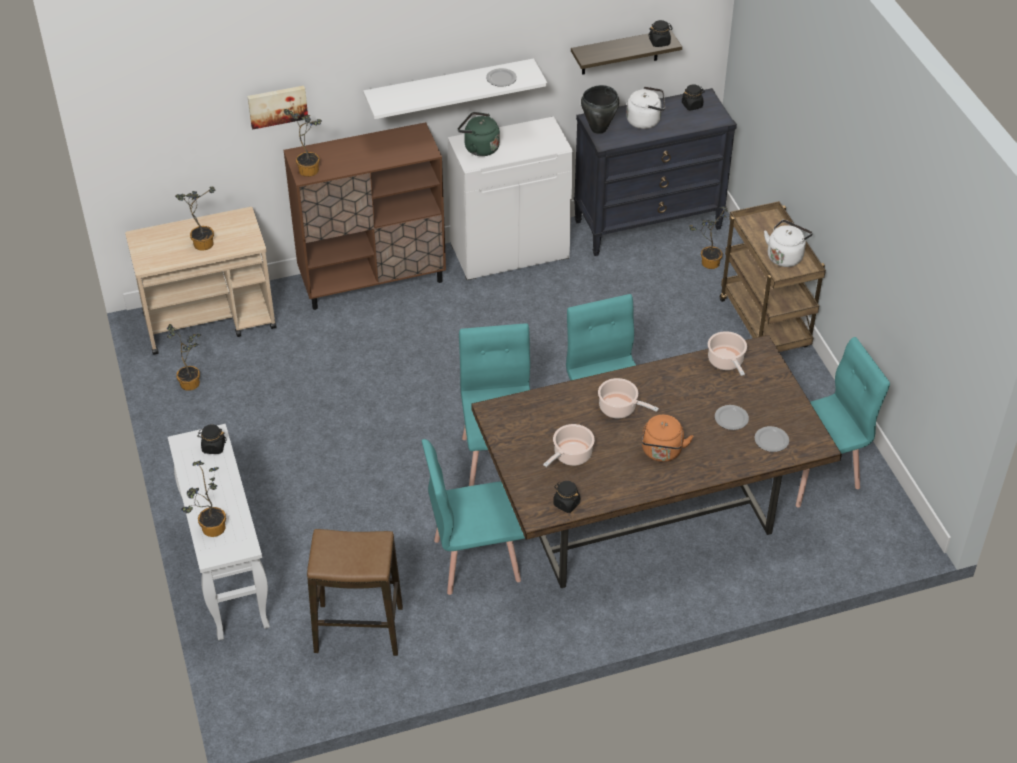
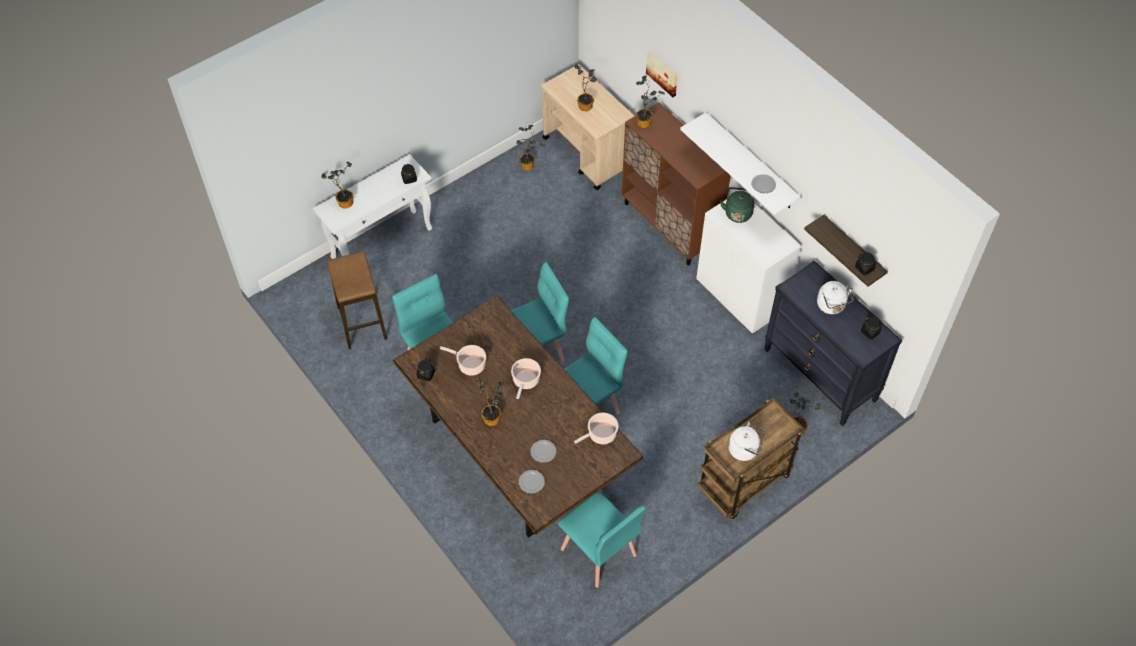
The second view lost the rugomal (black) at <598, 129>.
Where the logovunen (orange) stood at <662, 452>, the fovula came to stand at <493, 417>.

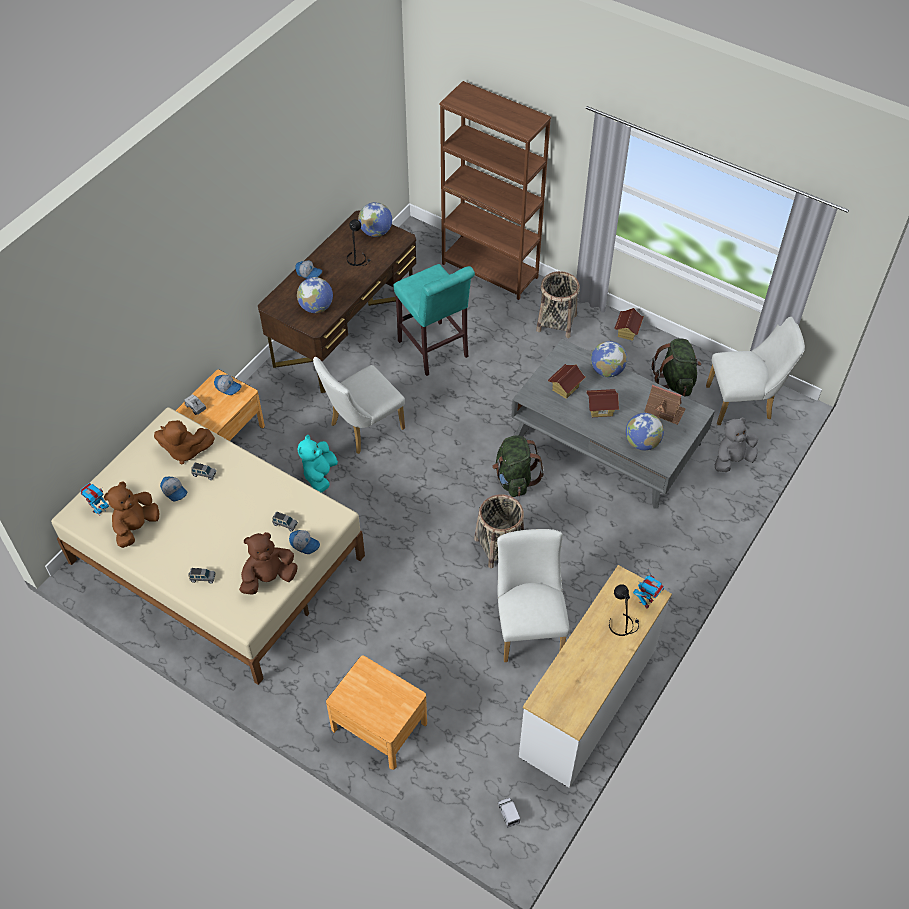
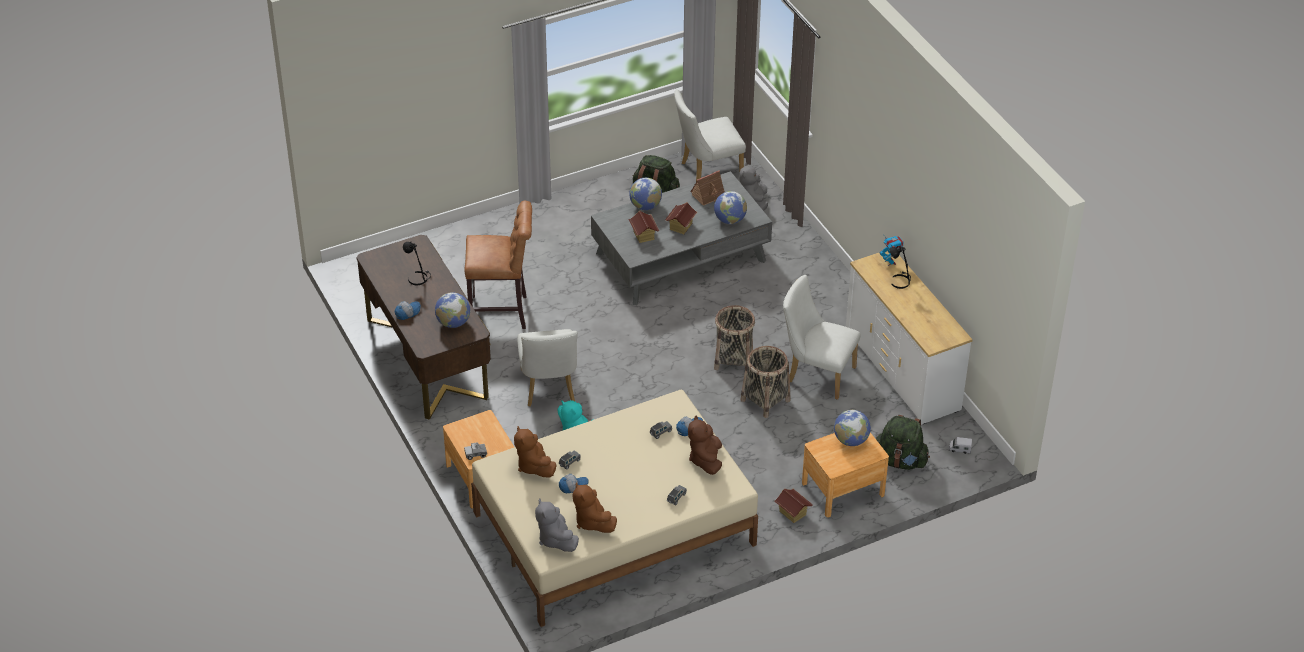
The second view lost the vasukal at <228, 387>.
The second view lost the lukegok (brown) at <490, 270>.
The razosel ended up elsewhere, having gone from <376, 232> to <851, 440>.
The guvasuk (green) ended up elsewhere, having gone from <514, 479> to <900, 461>.
The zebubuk ended up elsewhere, having gone from <556, 323> to <765, 400>.
The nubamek ended up elsewhere, having gone from <627, 332> to <792, 513>.
Where the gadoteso stood at <99, 510>, the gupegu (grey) came to stand at <555, 539>.
What was the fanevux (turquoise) at <435, 351> turned into the fanevux (brown) at <502, 313>.
The gupegu (brown) at <185, 451> ended up facing another way, 120 degrees clockwise from before.
The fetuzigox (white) at <744, 403> ended up facing another way, 135 degrees counterclockwise from before.

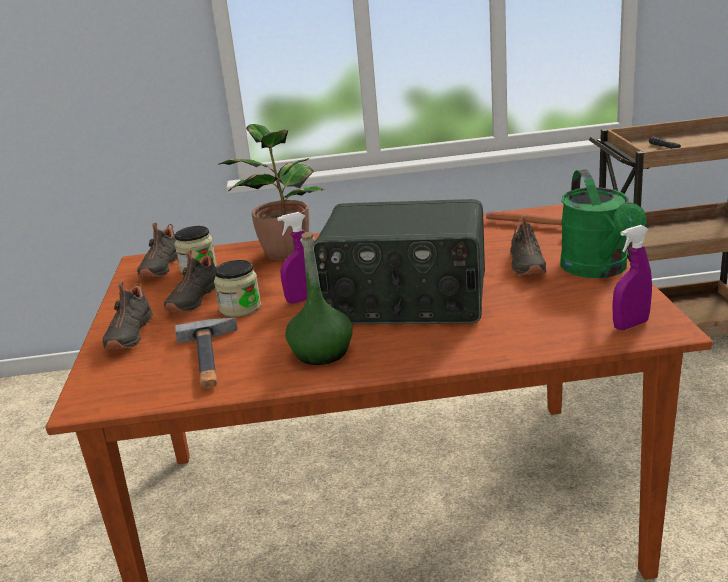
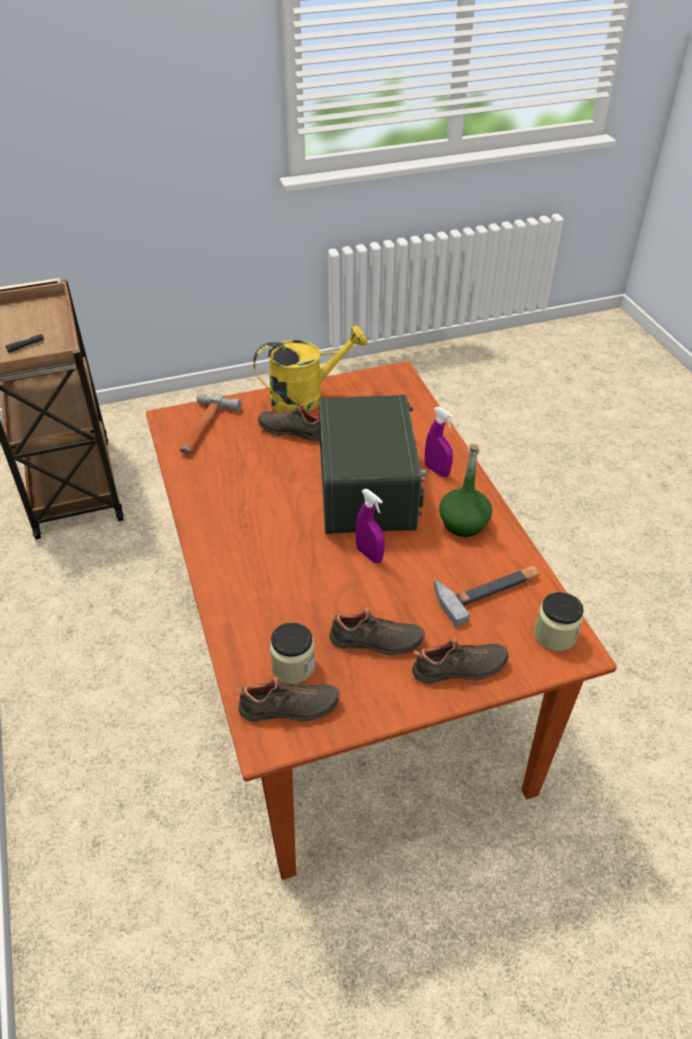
The second view lost the fovula at <284, 252>.
The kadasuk ended up elsewhere, having gone from <240, 308> to <555, 635>.
The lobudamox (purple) ended up elsewhere, having gone from <630, 325> to <437, 470>.
What was the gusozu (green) at <599, 270> turned into the gusozu (yellow) at <306, 396>.
The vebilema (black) at <525, 264> ended up facing another way, 150 degrees counterclockwise from before.

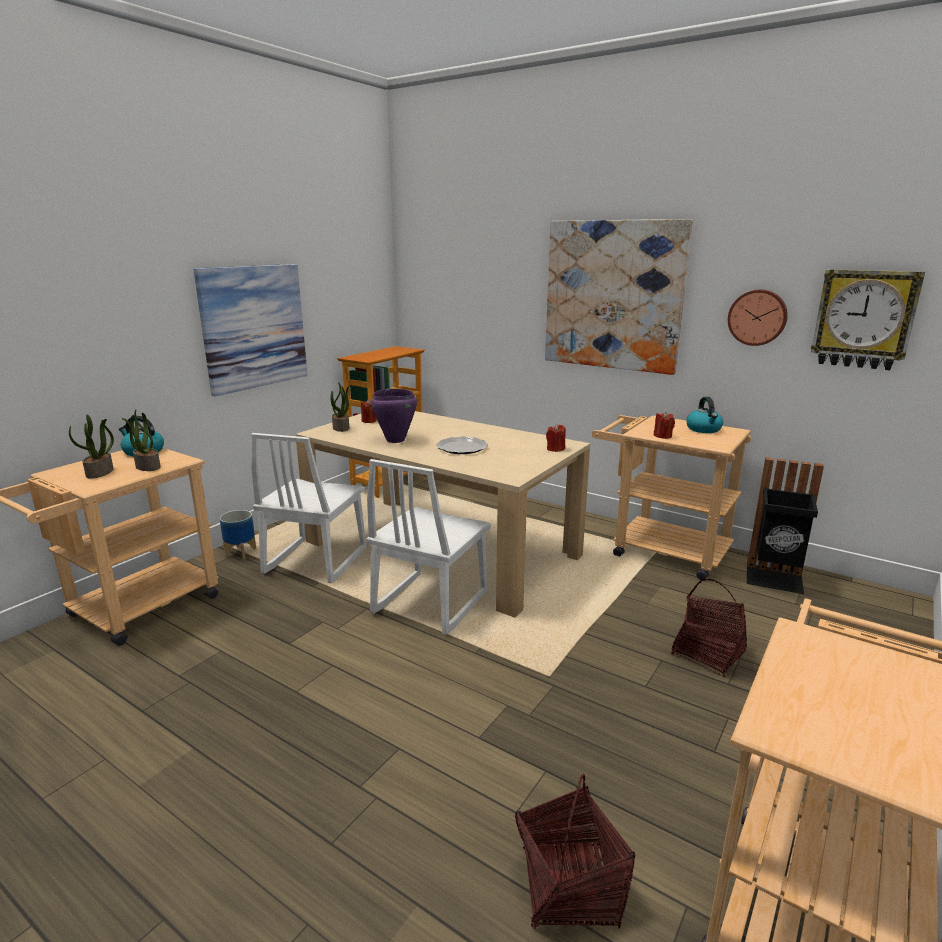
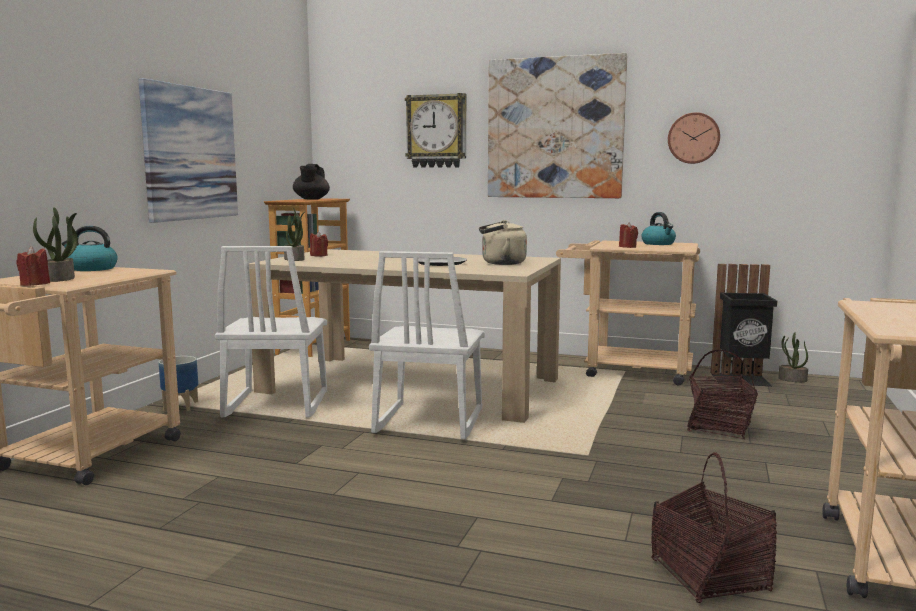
The second view lost the rugomal (purple) at <395, 440>.
The second view gained the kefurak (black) at <311, 199>.
The second view gained the logovunen (beige) at <500, 263>.
The fovula ended up elsewhere, having gone from <147, 466> to <792, 379>.
The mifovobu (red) ended up elsewhere, having gone from <555, 449> to <35, 284>.
The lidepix ended up elsewhere, having gone from <864, 319> to <437, 131>.

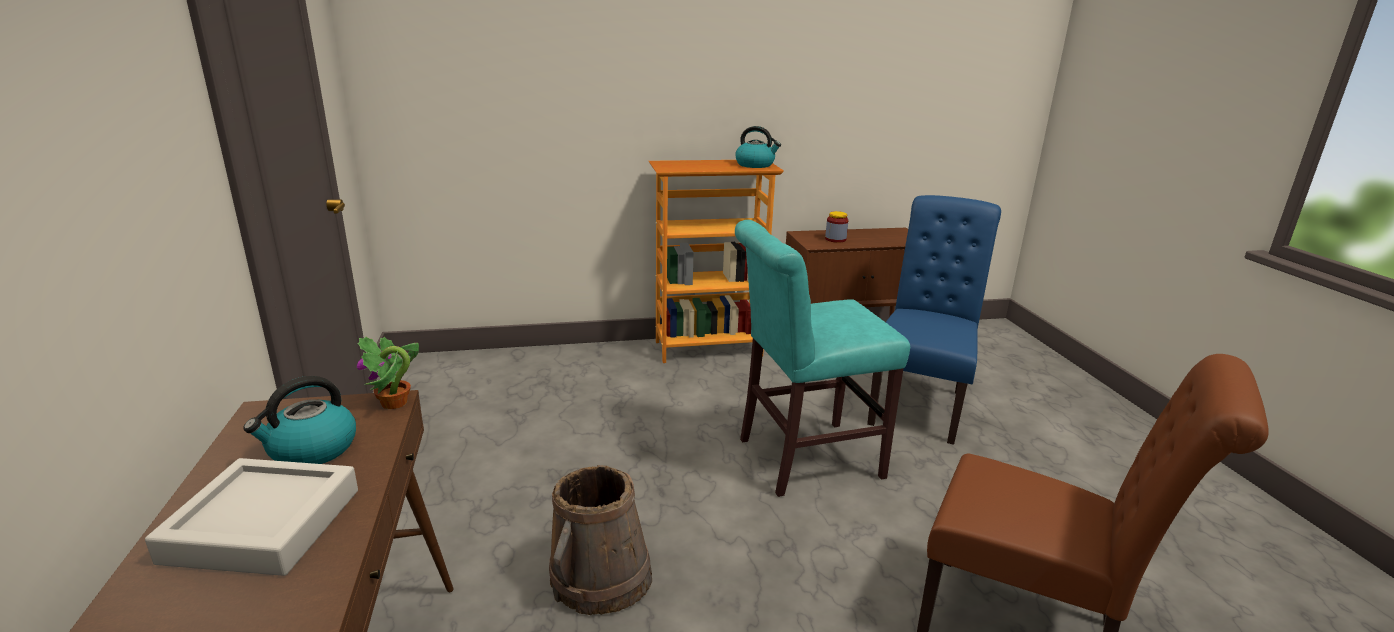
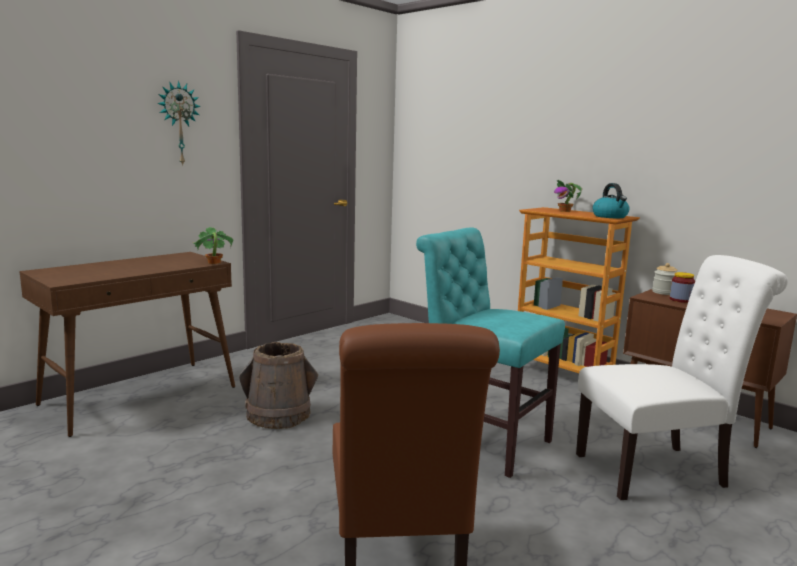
The second view lost the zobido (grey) at <263, 525>.
The second view lost the logovunen at <311, 450>.
The second view gained the lidepix at <178, 124>.
The second view gained the fovula at <565, 211>.
The second view gained the kadasuk at <663, 292>.
What was the fetuzigox (blue) at <919, 404> turned into the fetuzigox (white) at <658, 470>.

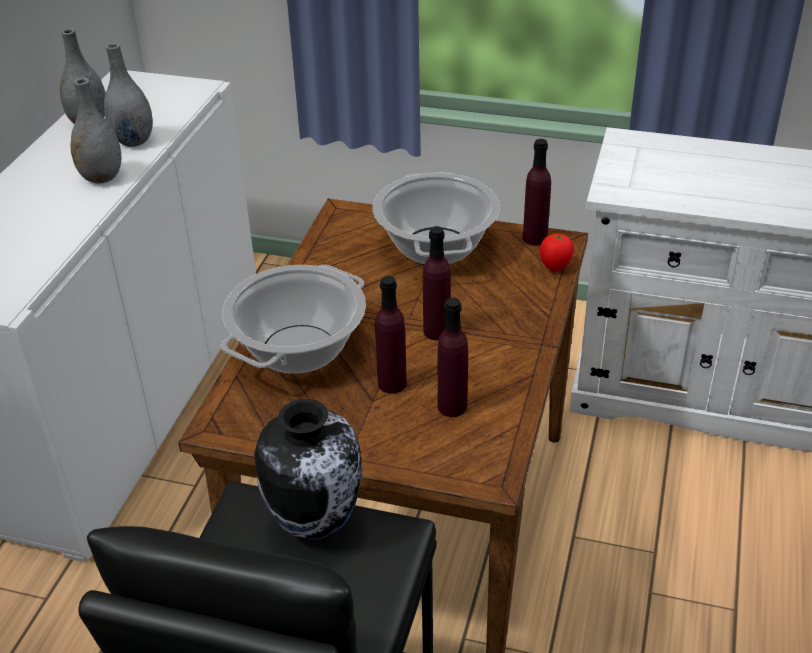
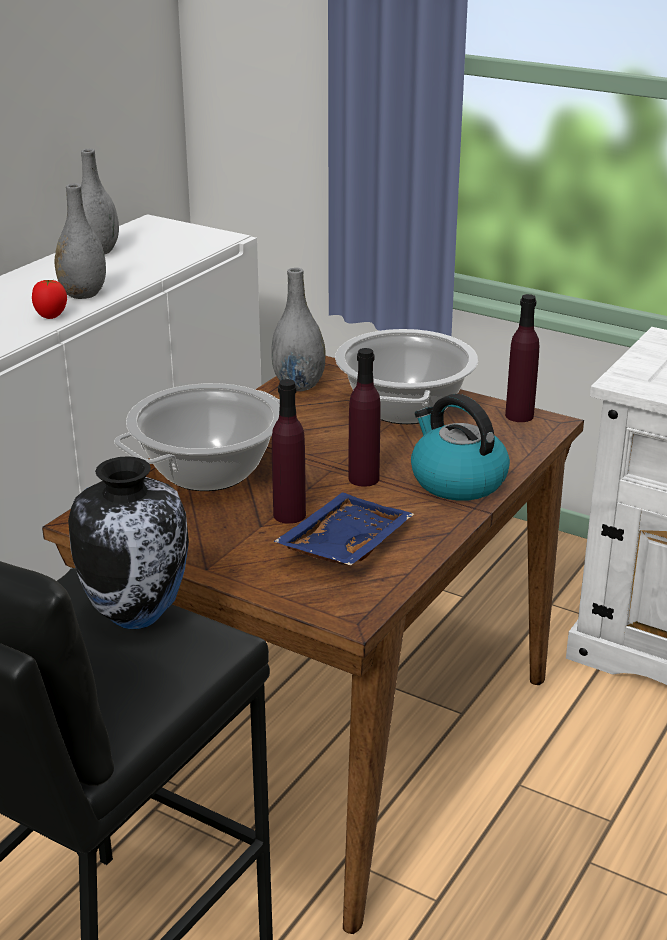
The second view gained the logovunen at <456, 481>.
The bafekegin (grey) ended up elsewhere, having gone from <133, 140> to <298, 385>.
The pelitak ended up elsewhere, having gone from <555, 267> to <51, 316>.
Where the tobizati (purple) stood at <452, 406>, the zobido (blue) came to stand at <343, 545>.

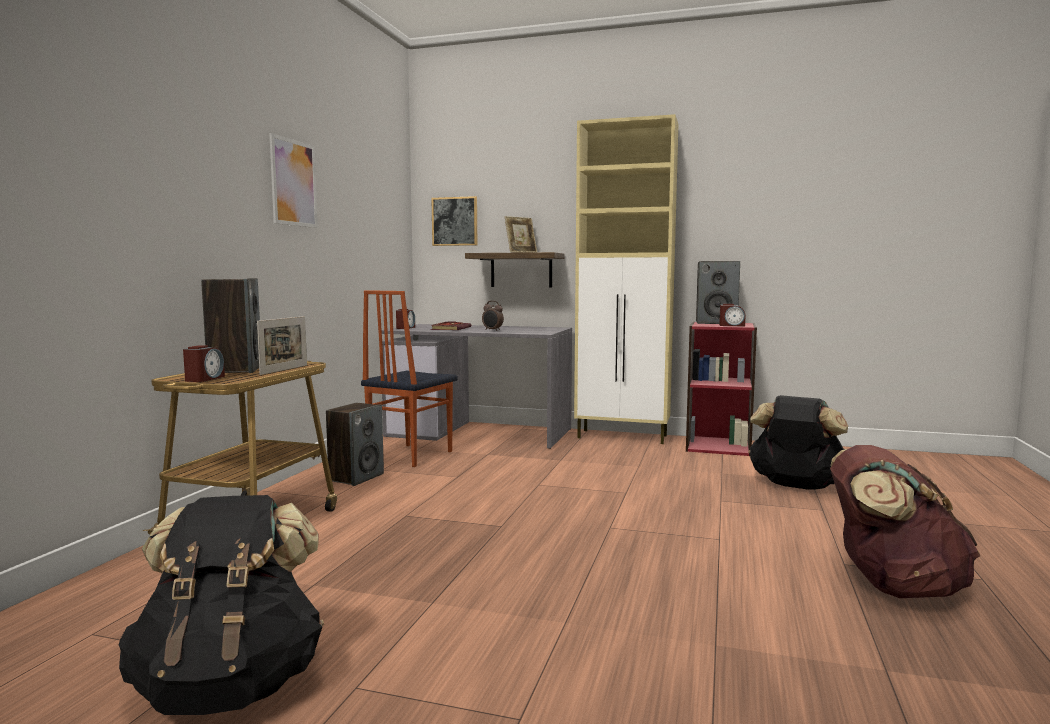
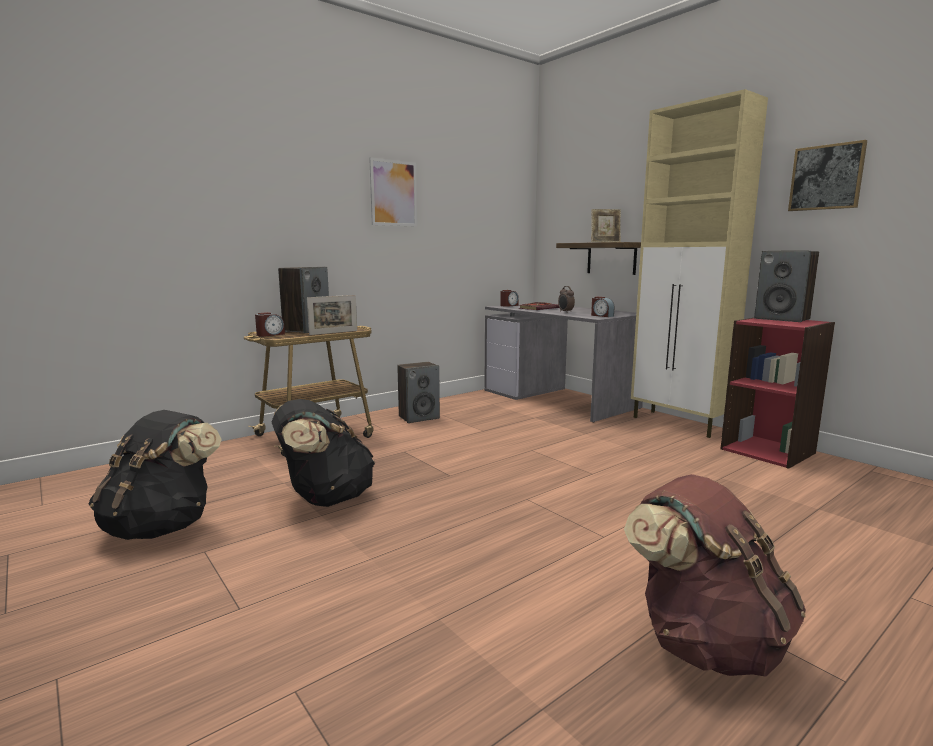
The second view lost the fetuzigox at <409, 455>.
The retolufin ended up elsewhere, having gone from <455, 221> to <826, 177>.
The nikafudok ended up elsewhere, having gone from <731, 325> to <601, 316>.
The guvasuk (black) ended up elsewhere, having gone from <796, 486> to <325, 498>.

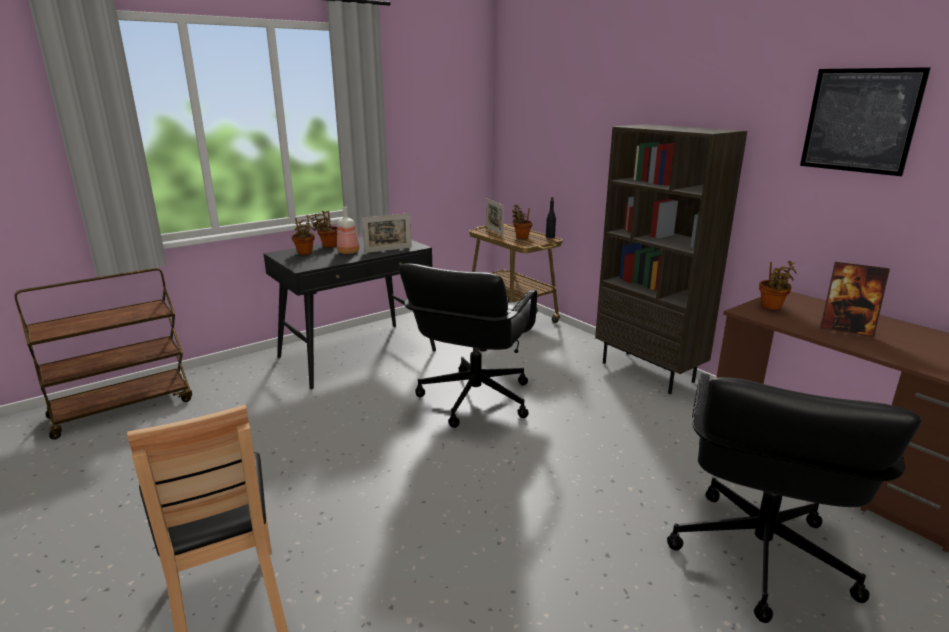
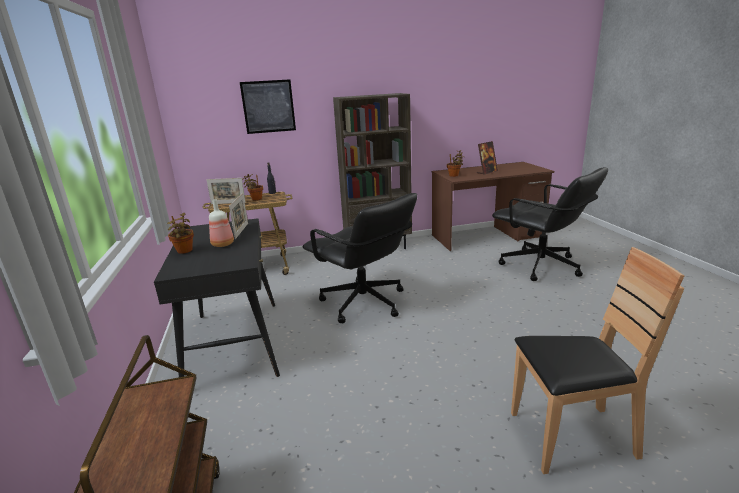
The second view lost the fovula at <305, 253>.
The retolufin ended up elsewhere, having gone from <860, 120> to <268, 106>.

